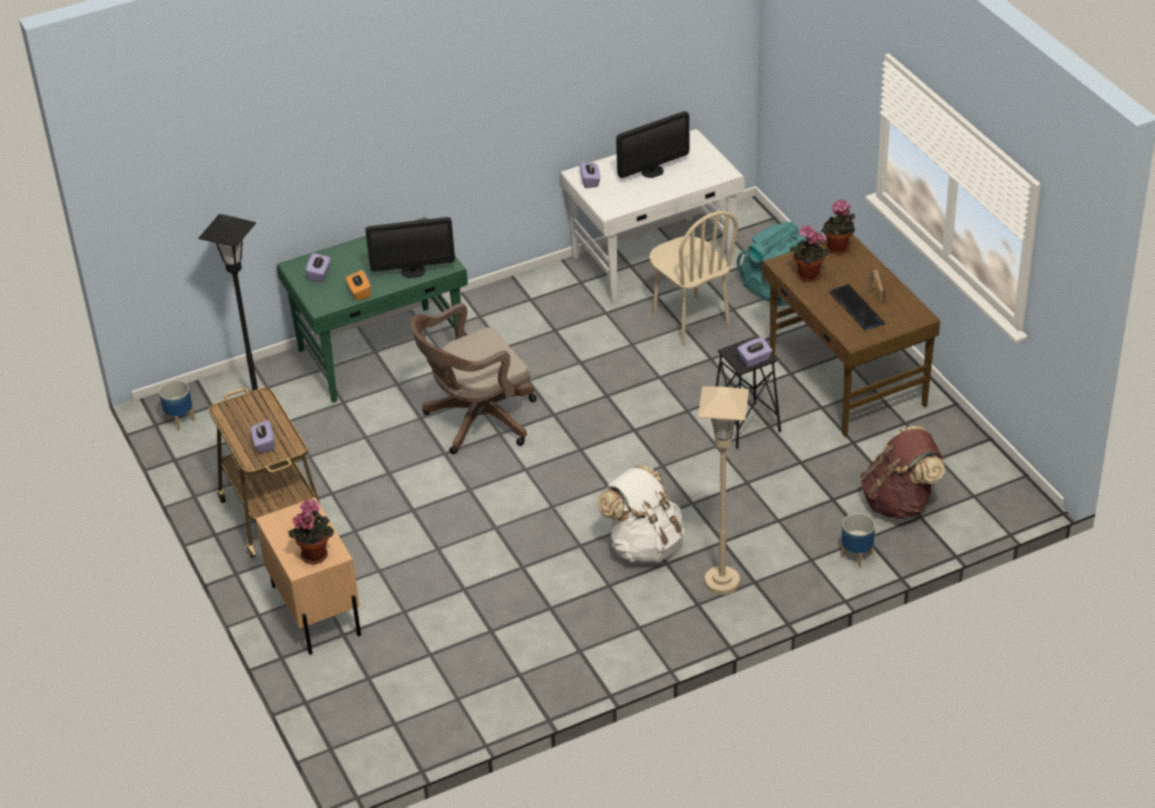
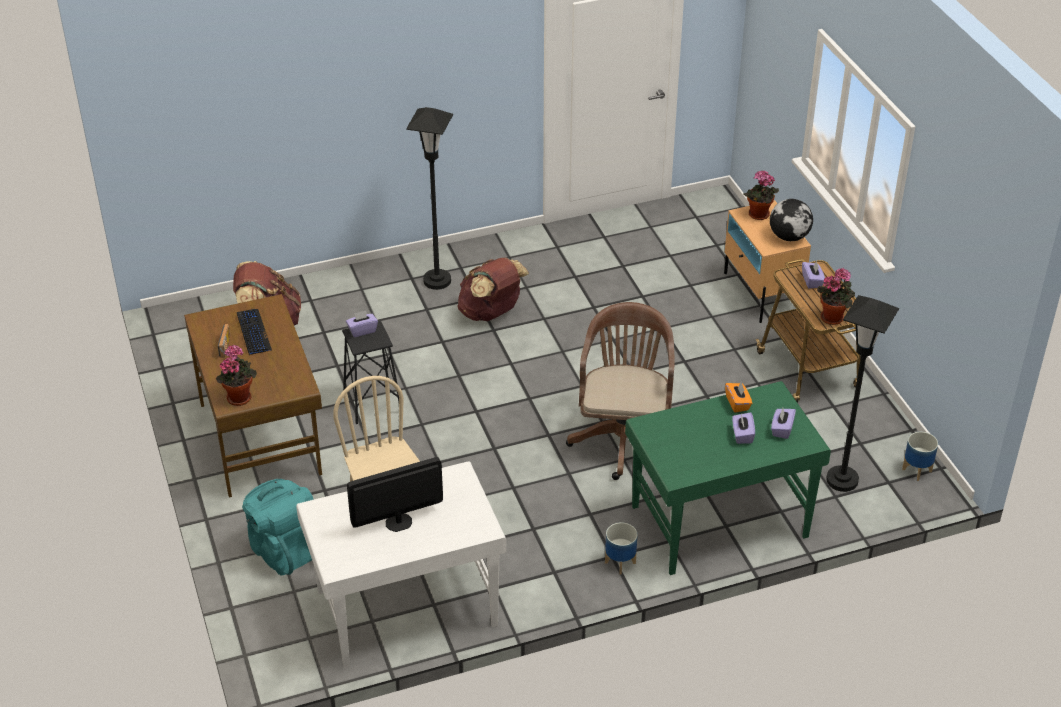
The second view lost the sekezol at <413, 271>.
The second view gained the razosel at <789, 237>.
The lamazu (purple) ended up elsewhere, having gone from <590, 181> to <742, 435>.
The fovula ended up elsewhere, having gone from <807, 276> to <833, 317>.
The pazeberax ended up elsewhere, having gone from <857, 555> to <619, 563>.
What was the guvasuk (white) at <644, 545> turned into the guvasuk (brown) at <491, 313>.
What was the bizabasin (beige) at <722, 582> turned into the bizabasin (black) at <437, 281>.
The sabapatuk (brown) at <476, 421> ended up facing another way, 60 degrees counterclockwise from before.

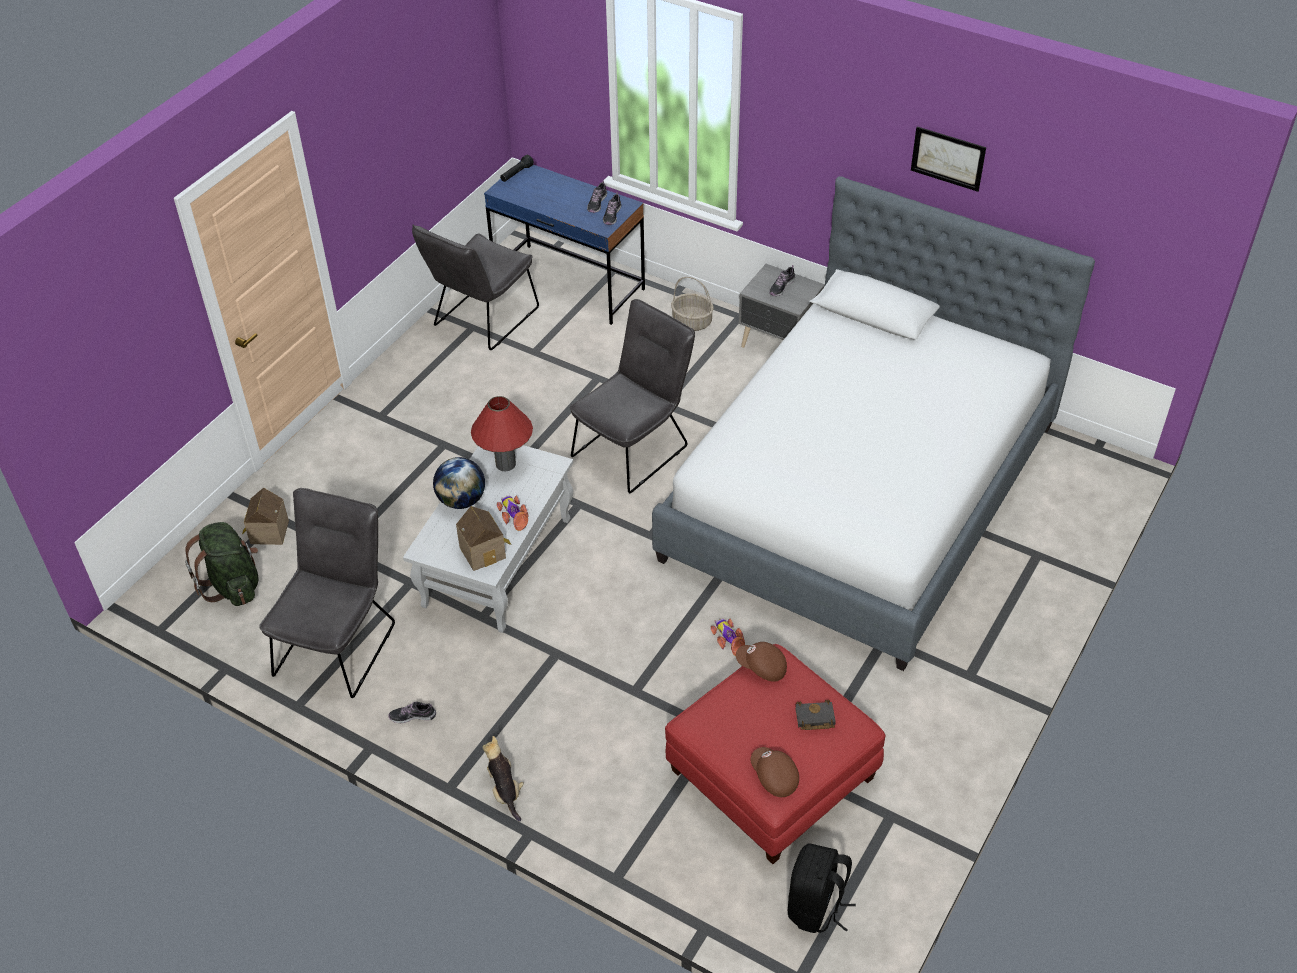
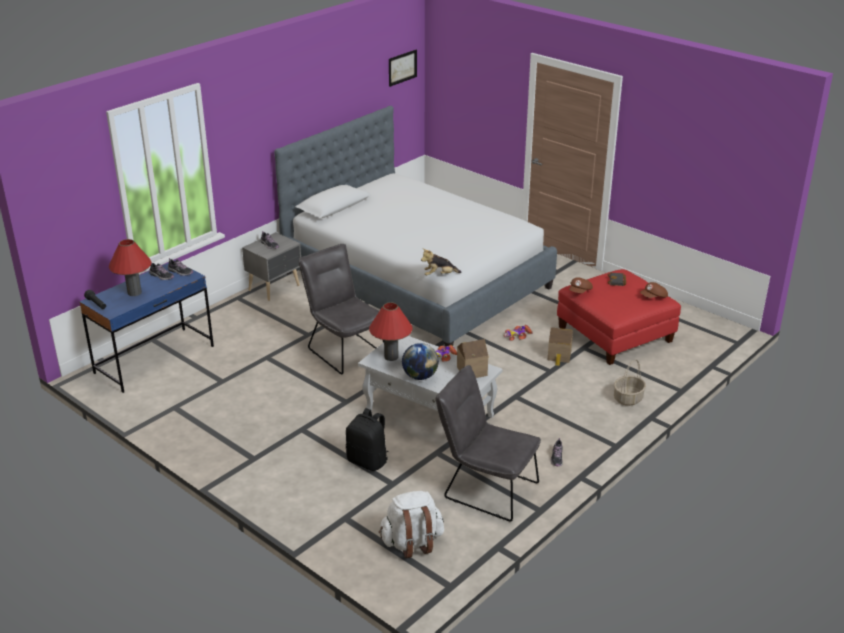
The second view lost the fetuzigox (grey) at <481, 321>.
The second view gained the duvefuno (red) at <134, 292>.
The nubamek ended up elsewhere, having gone from <267, 532> to <559, 356>.
The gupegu ended up elsewhere, having gone from <505, 790> to <439, 275>.
The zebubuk ended up elsewhere, having gone from <691, 322> to <628, 399>.
The guvasuk (black) ended up elsewhere, having gone from <816, 907> to <368, 461>.
The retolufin ended up elsewhere, having gone from <948, 158> to <402, 67>.
What was the guvasuk (green) at <233, 585> turned into the guvasuk (white) at <412, 542>.

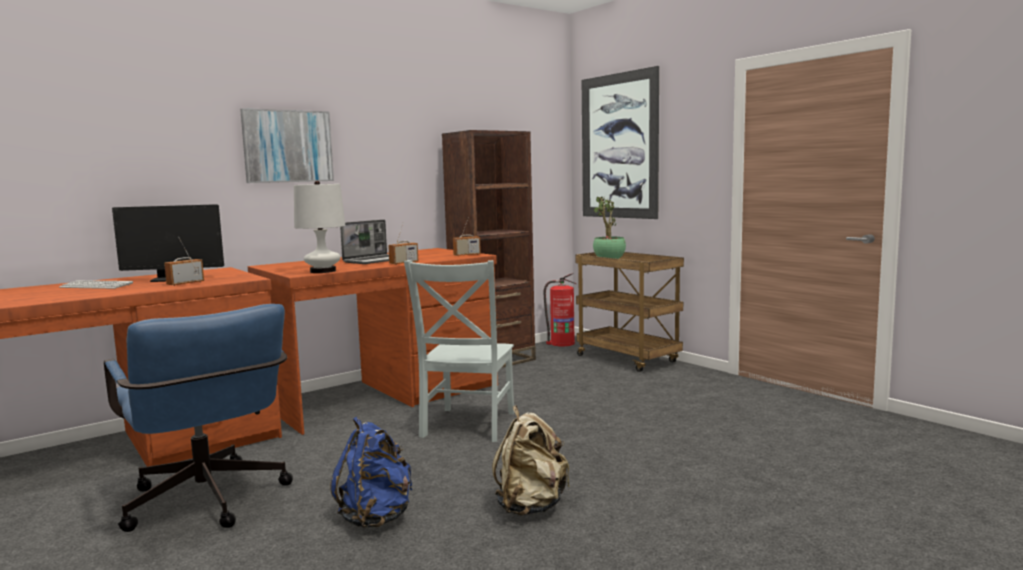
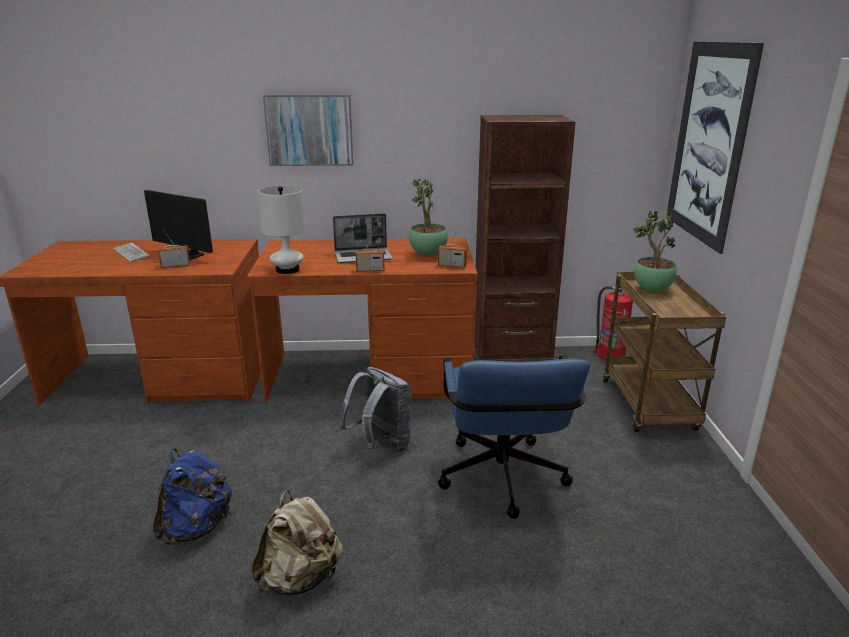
The second view gained the fovula at <428, 255>.
The sabapatuk (blue) ended up elsewhere, having gone from <209, 504> to <503, 482>.
Where the fetuzigox (grey) stood at <467, 426>, the guvasuk (grey) came to stand at <381, 446>.

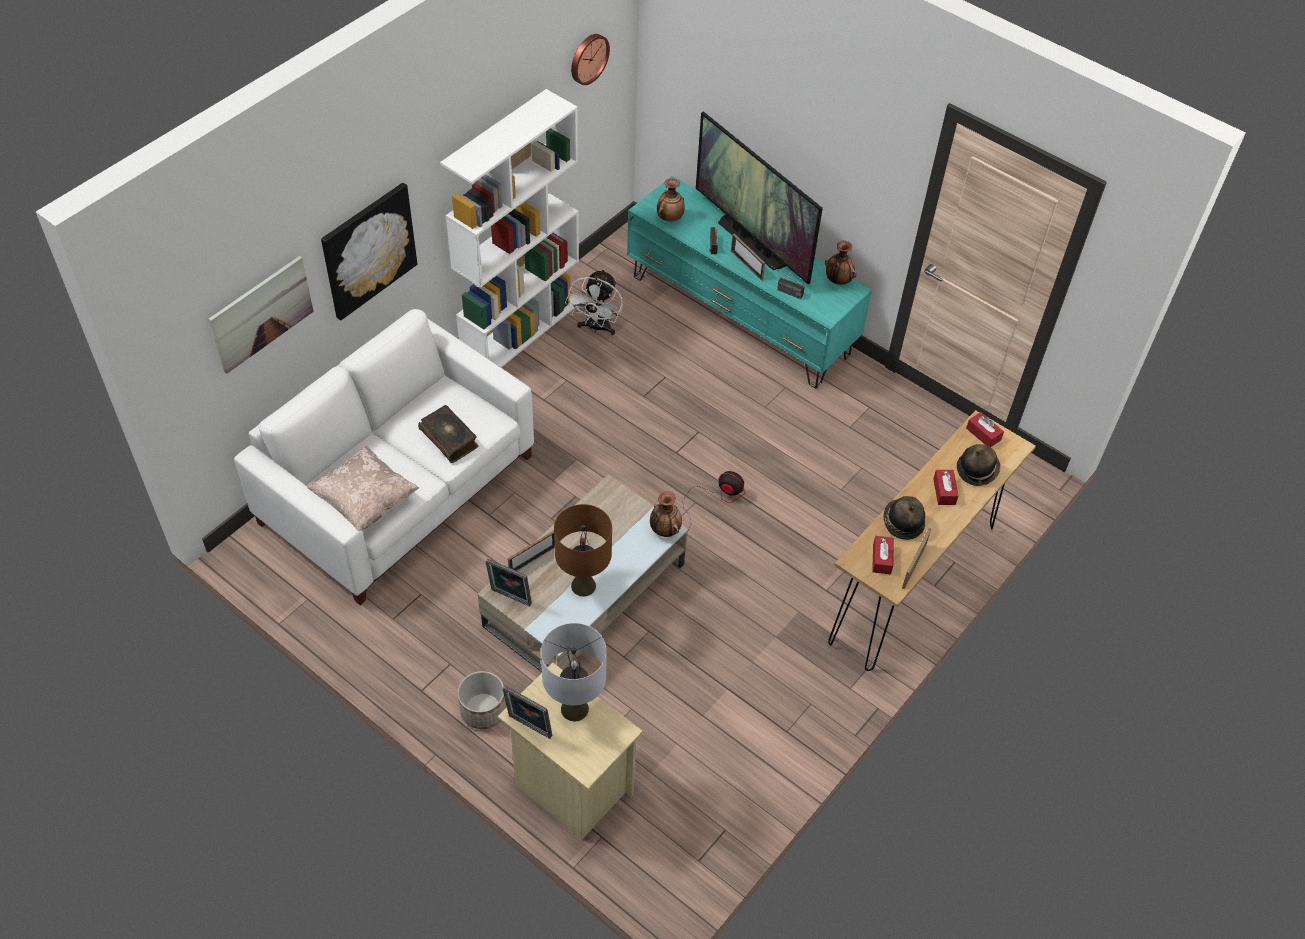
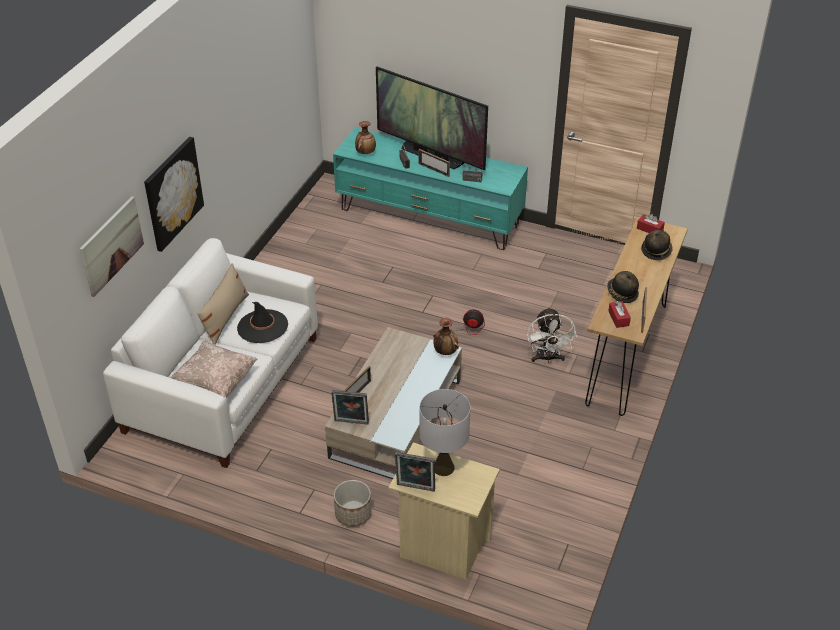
The second view lost the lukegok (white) at <521, 330>.
The second view lost the duvefuno (brown) at <583, 586>.
The second view lost the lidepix at <588, 58>.
The second view lost the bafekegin at <838, 280>.
The second view lost the lamazu (red) at <944, 491>.
The second view gained the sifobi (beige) at <225, 318>.
The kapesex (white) ended up elsewhere, having gone from <596, 328> to <547, 358>.
Where the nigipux stood at <449, 438>, the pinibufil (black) came to stand at <262, 326>.

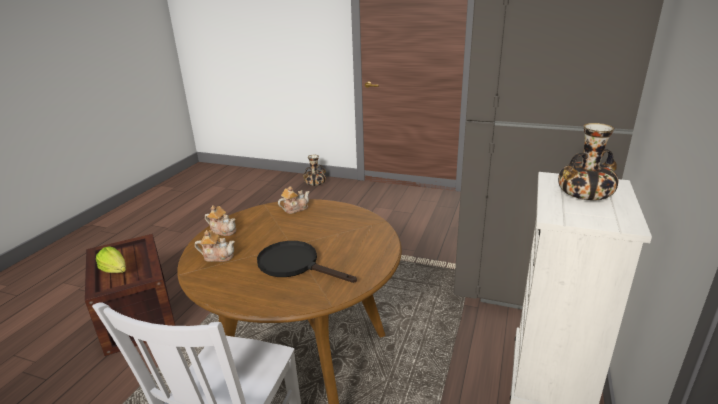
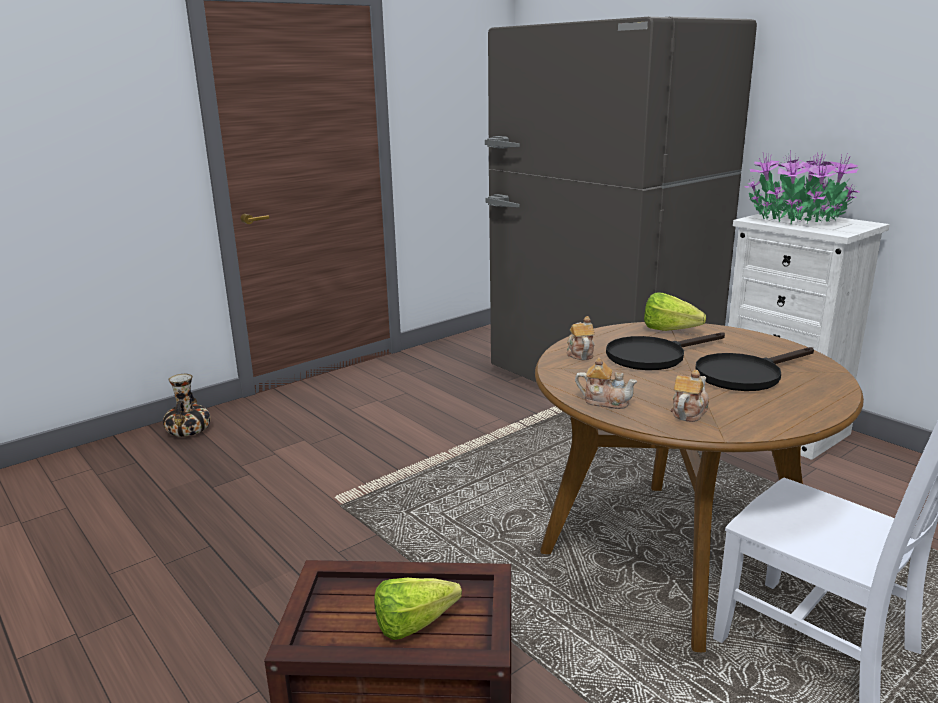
The second view gained the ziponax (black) at <653, 356>.
The second view gained the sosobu at <674, 331>.
Where the bafekegin stood at <585, 194>, the fovula came to stand at <798, 220>.
The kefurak at <223, 230> ended up facing another way, 60 degrees clockwise from before.

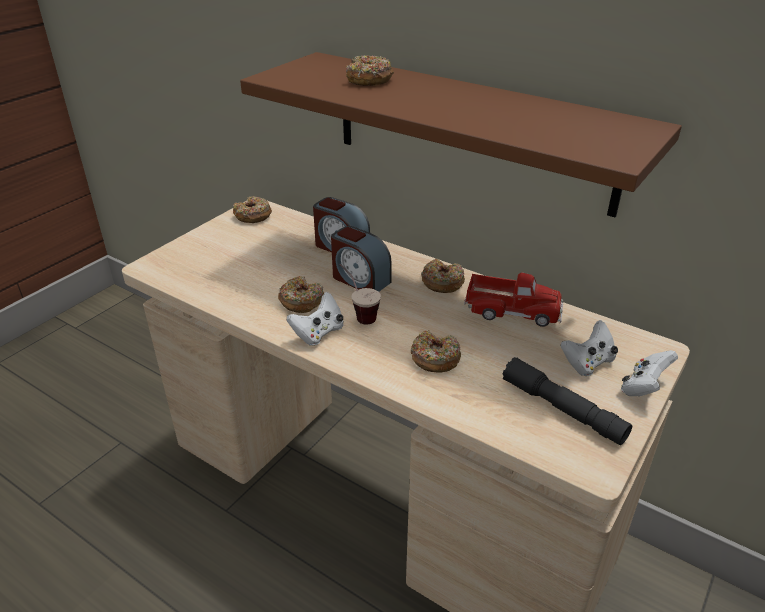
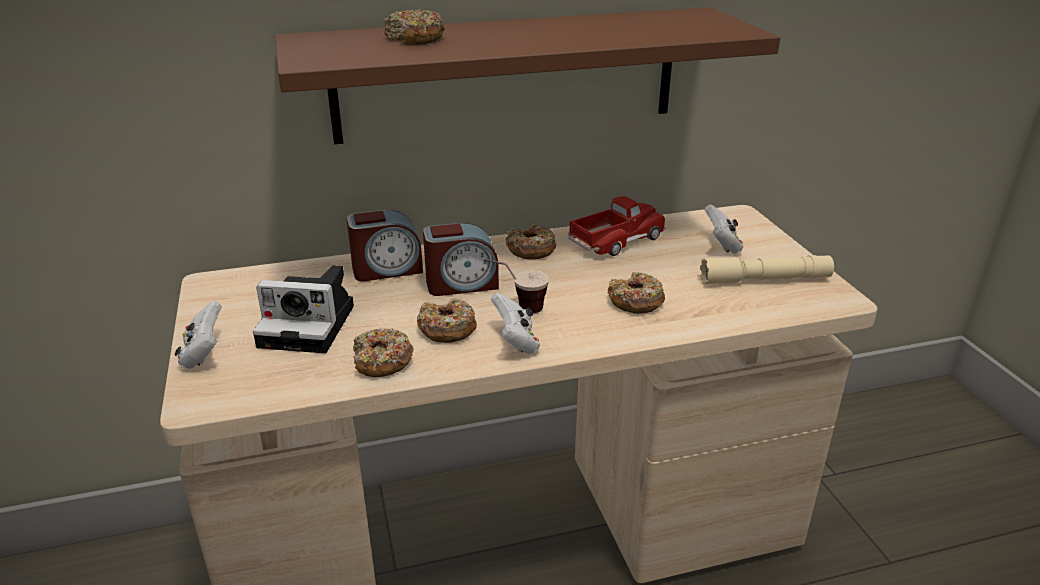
The second view gained the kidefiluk at <311, 325>.
The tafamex ended up elsewhere, having gone from <253, 216> to <382, 361>.
The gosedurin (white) ended up elsewhere, having gone from <643, 388> to <204, 354>.
What was the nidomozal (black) at <562, 409> turned into the nidomozal (beige) at <764, 280>.

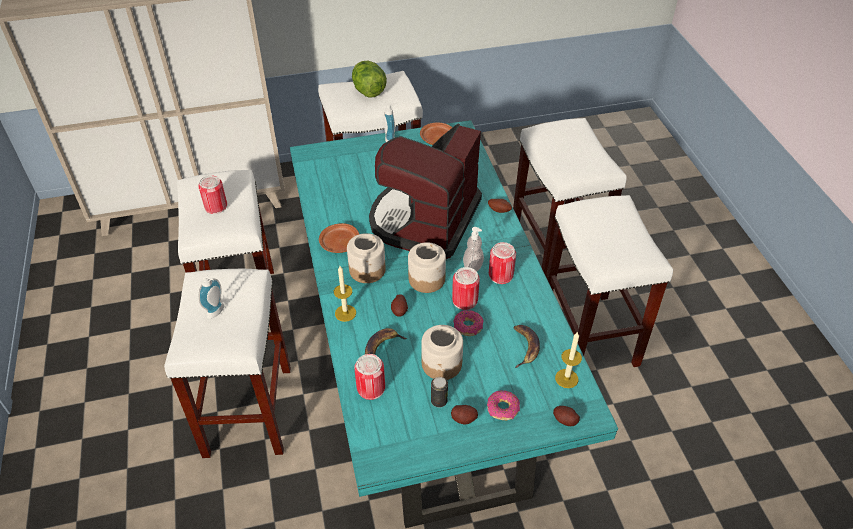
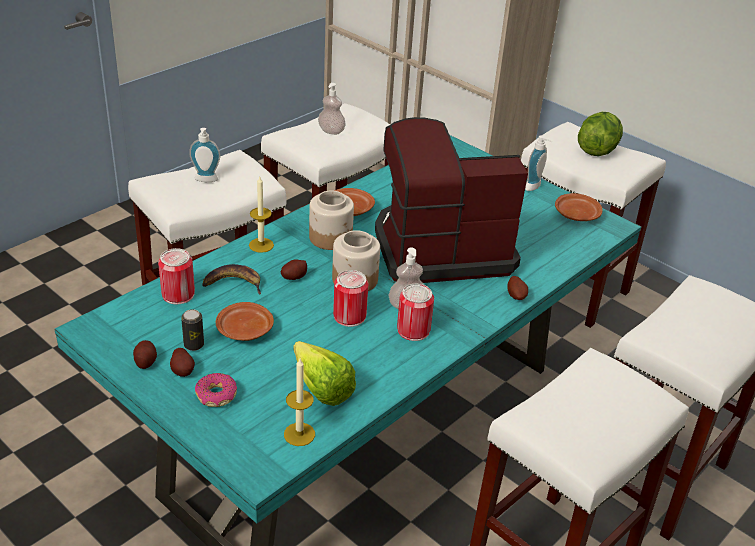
The second view lost the tafamex at <468, 327>.
The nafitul ended up elsewhere, having gone from <564, 420> to <145, 361>.
Where the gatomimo stood at <216, 206>, the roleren came to stand at <331, 131>.
Where the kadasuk stood at <442, 364>, the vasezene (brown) came to stand at <245, 330>.
Where the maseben stood at <525, 347>, the sosobu came to stand at <319, 385>.

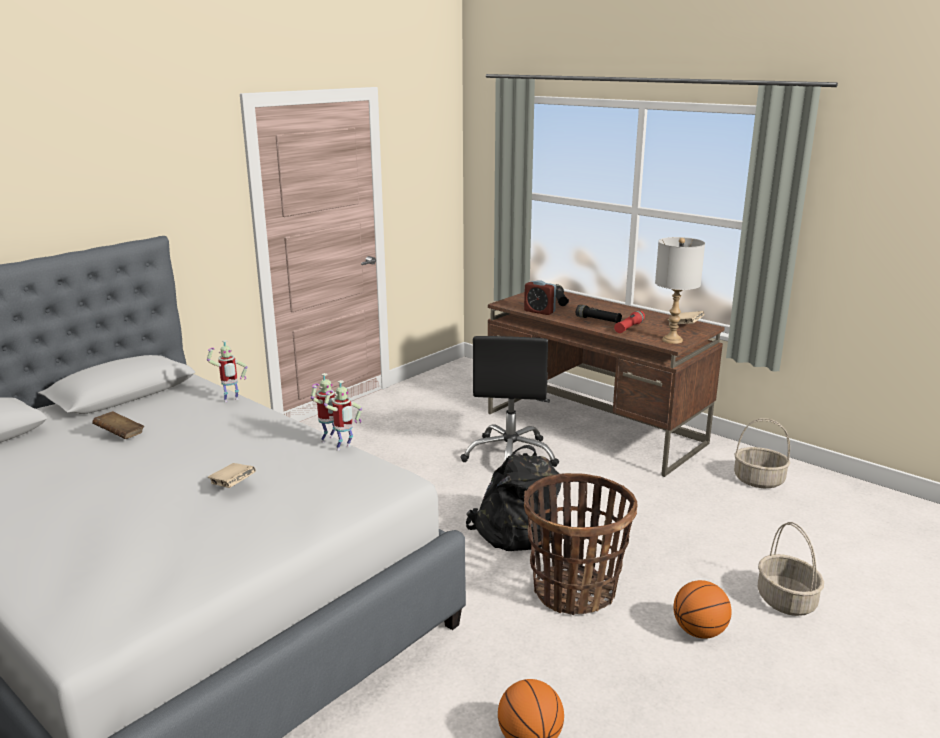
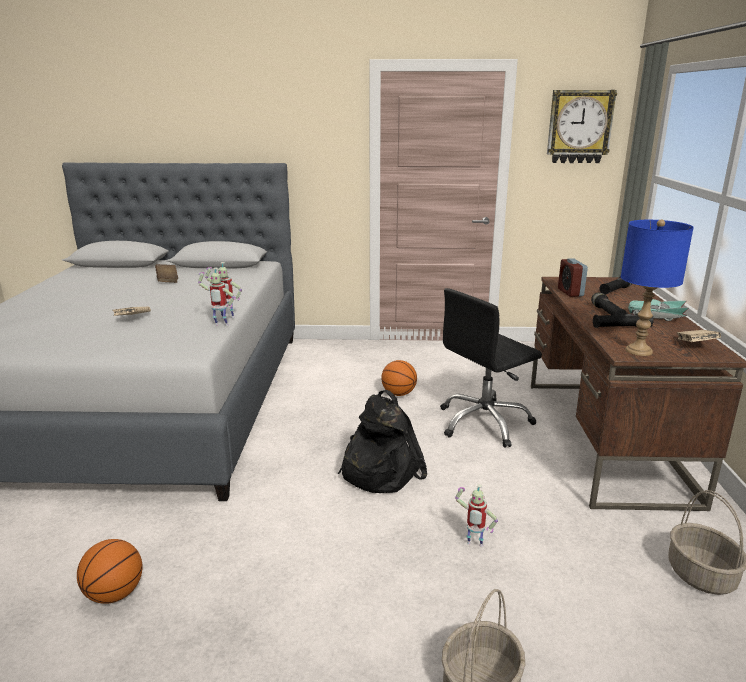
The second view lost the zebubuk at <574, 591>.
The second view gained the lidepix at <579, 127>.
The second view gained the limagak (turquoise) at <655, 316>.
The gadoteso ended up elsewhere, having gone from <231, 401> to <474, 545>.
The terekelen ended up elsewhere, having gone from <699, 631> to <398, 394>.
What was the nidomozal (red) at <629, 328> turned into the nidomozal (black) at <621, 328>.
What was the duvefuno (grey) at <672, 340> turned into the duvefuno (blue) at <639, 351>.

